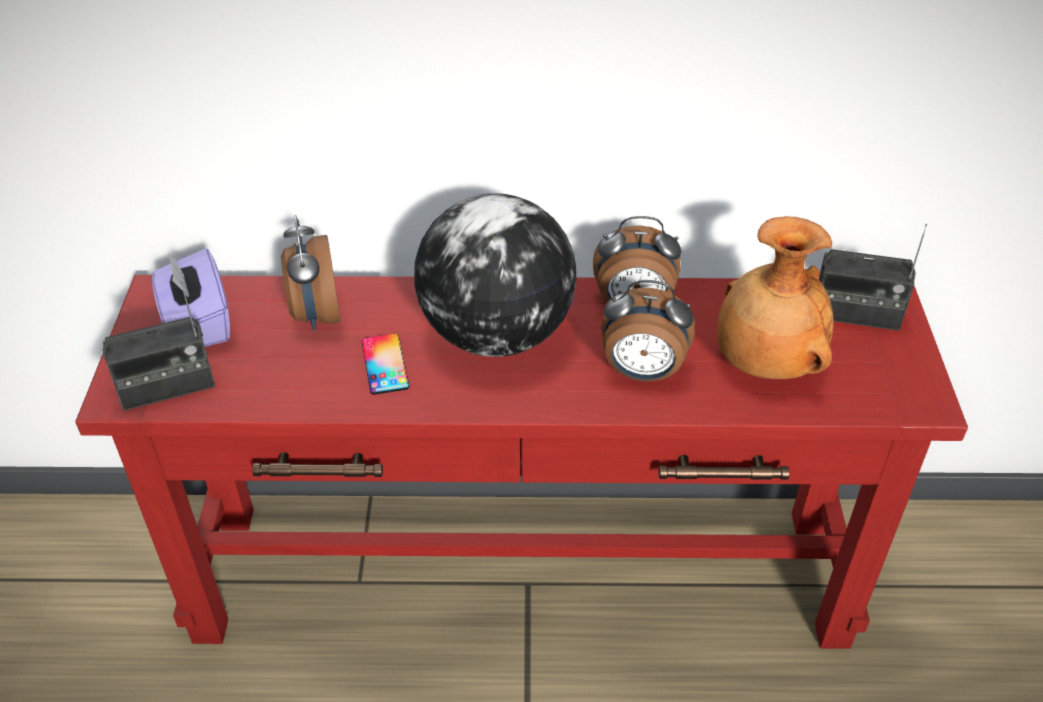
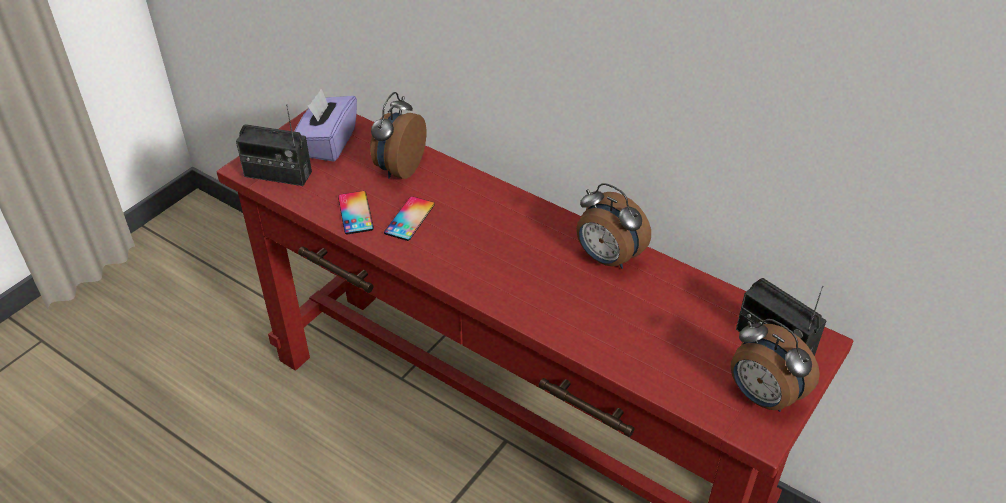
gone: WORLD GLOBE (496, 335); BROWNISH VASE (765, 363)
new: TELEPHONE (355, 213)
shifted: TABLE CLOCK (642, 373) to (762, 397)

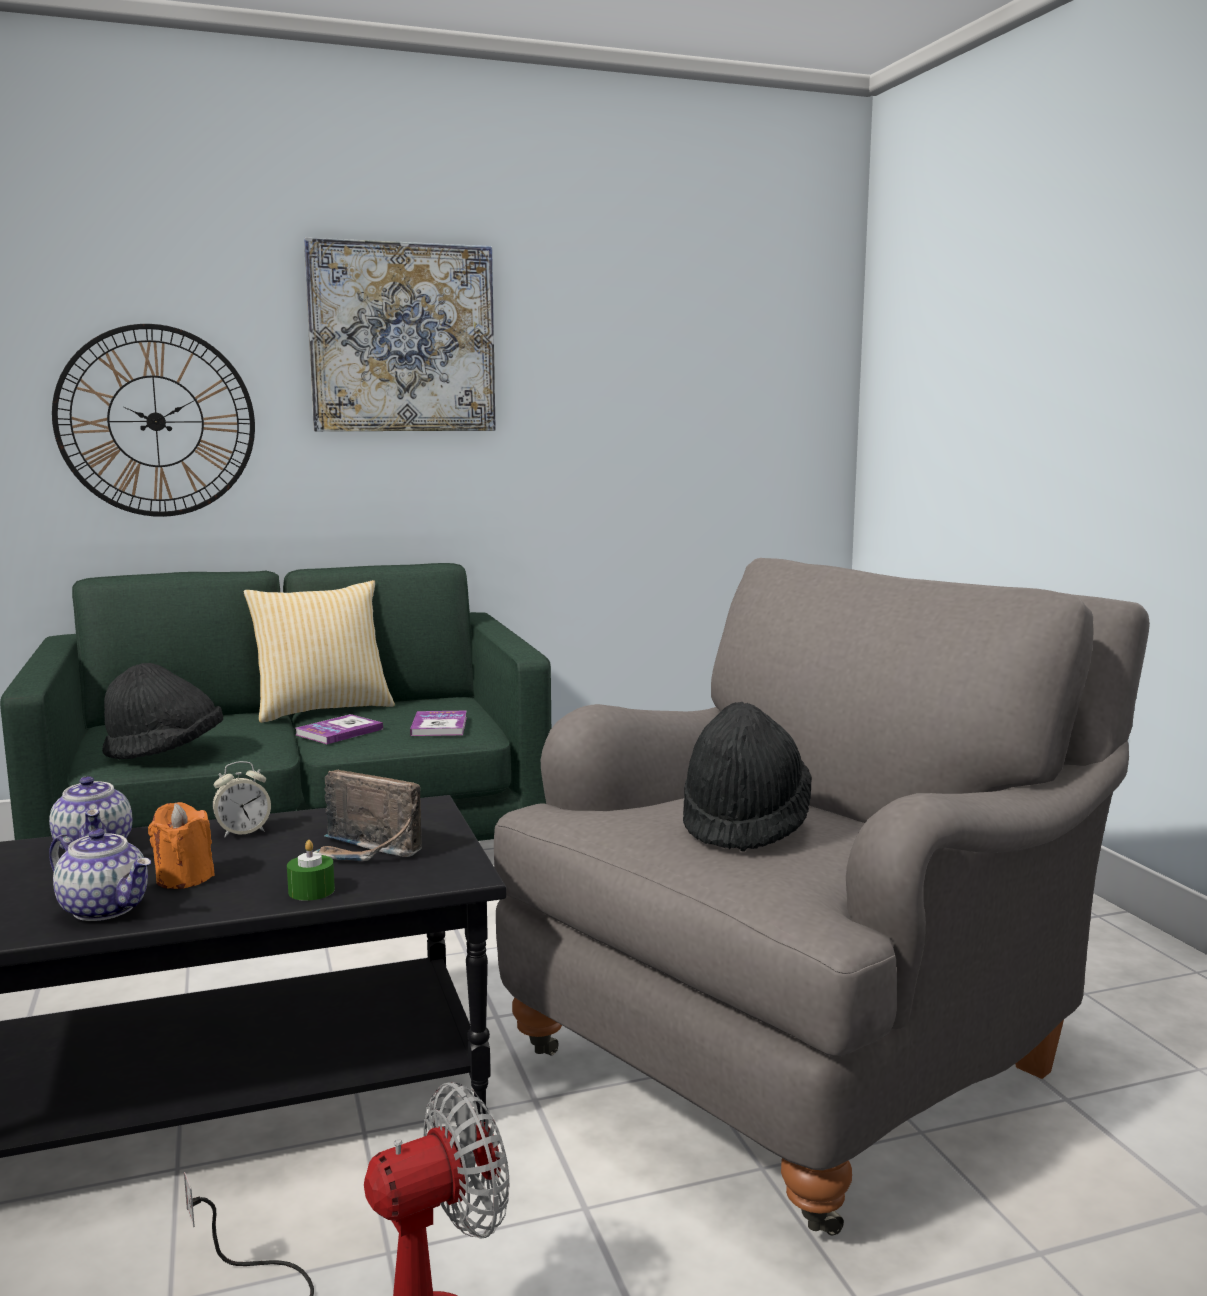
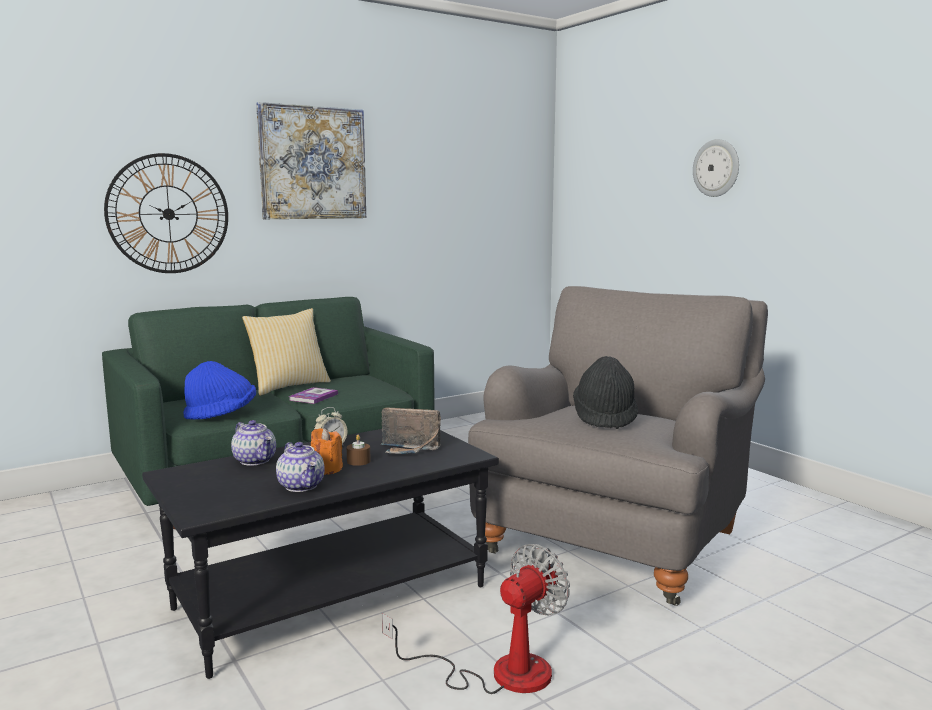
gone: VOLUME (439, 726); GREEN-COLOURED WAX CANDLE (311, 891)
new: CLOCK ON THE WALL (716, 168); BROWNISH WAX CANDLE (358, 461)
repainted: BLACK-COLOURED HAT (165, 753) to BLUE HAT (221, 415)
rotated: POT FOR TEA (106, 908) = (302, 486) 45 degrees clockwise

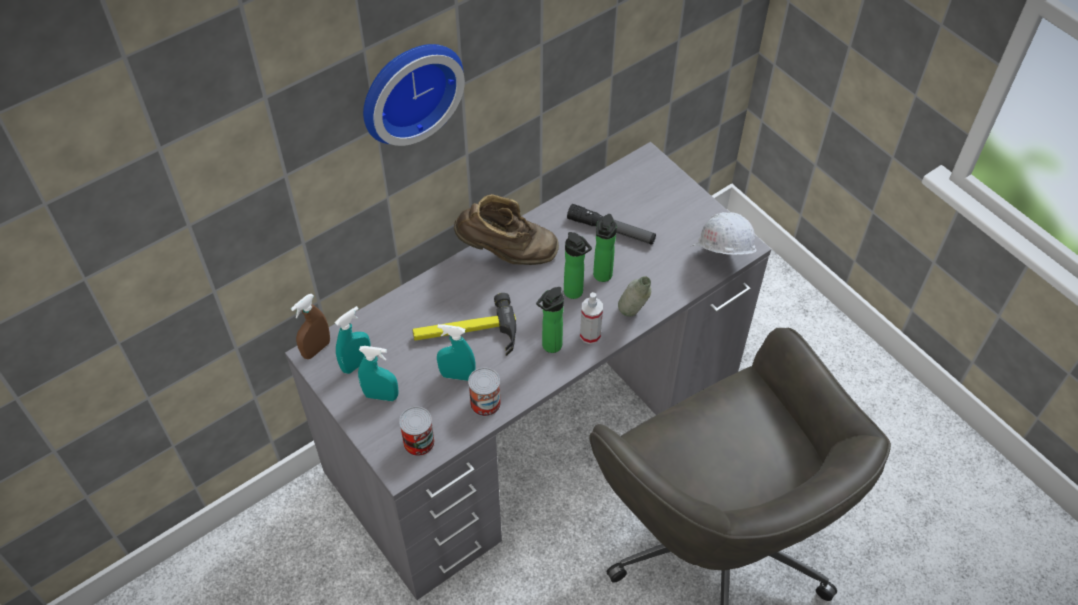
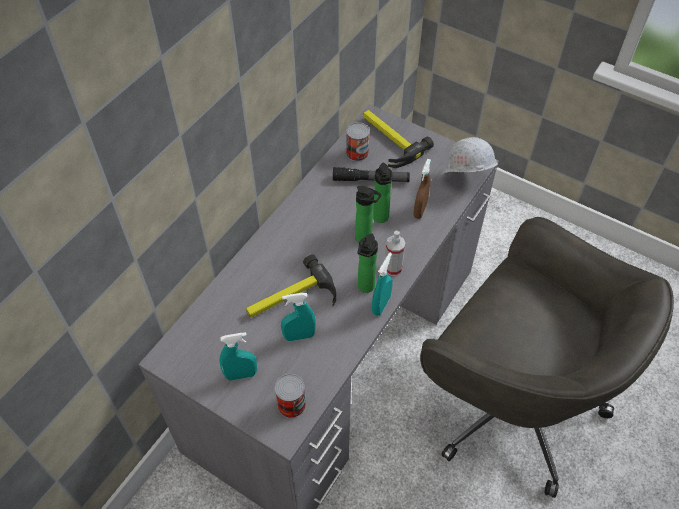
gone: CLOCK ON THE WALL (408, 89); BROWNISH HIGH-TOP BOOT (507, 254); GREY BEVERAGE BOTTLE (632, 318)
new: HAMMER (388, 140)
shifted: BROWNISH SPRAYER (316, 349) to (420, 210); TURQUOISE SPRAYER (356, 364) to (381, 305); CAN (485, 403) to (357, 153)

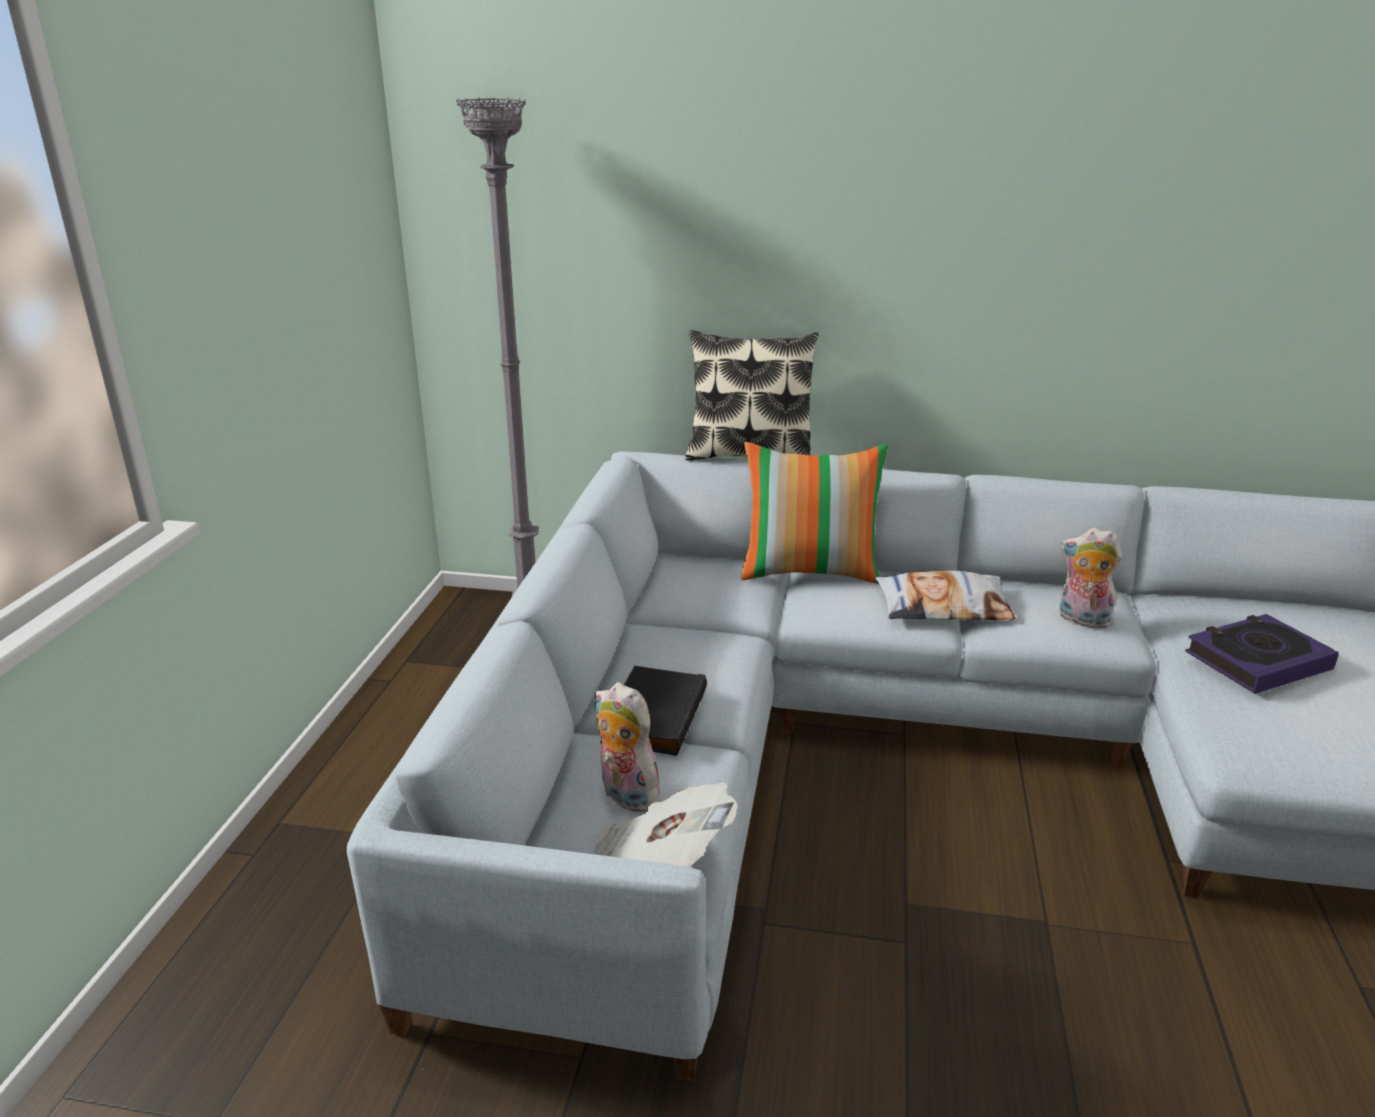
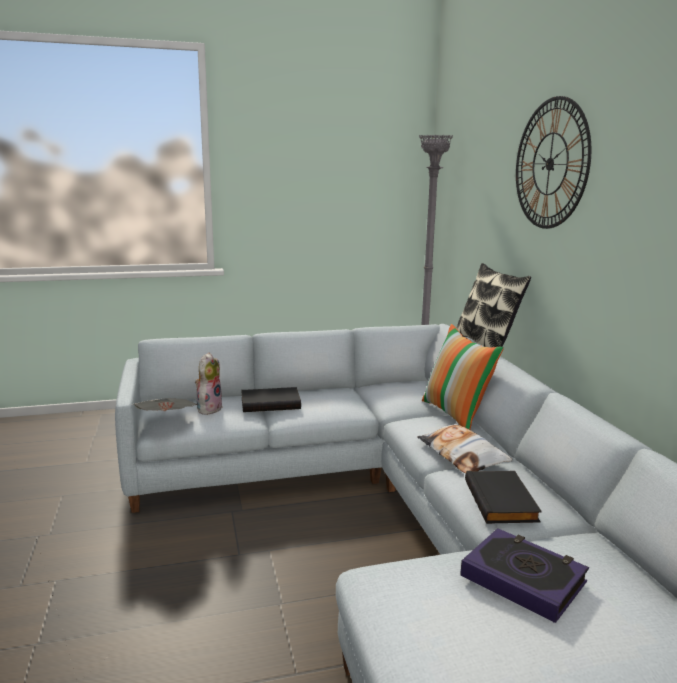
new: CLOCK ON THE WALL (550, 164)
swapped: CUDDLY TOY (1082, 620) to BLACK-COLOURED VOLUME (502, 501)

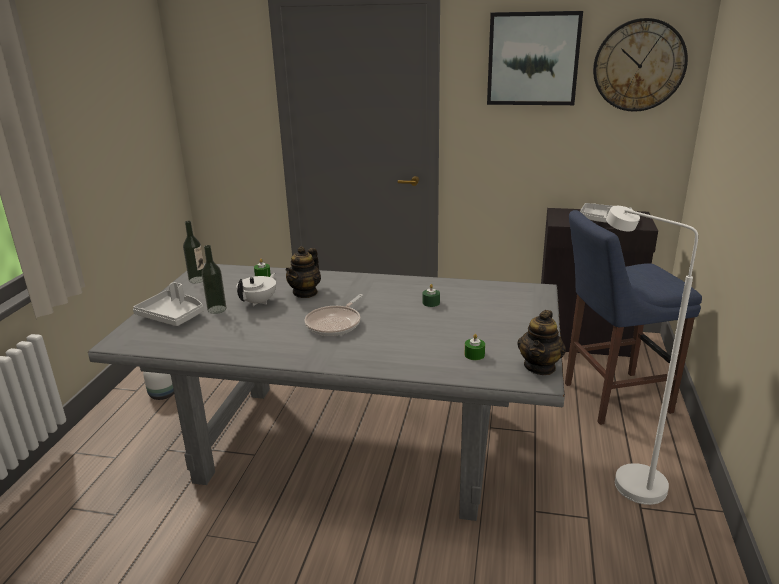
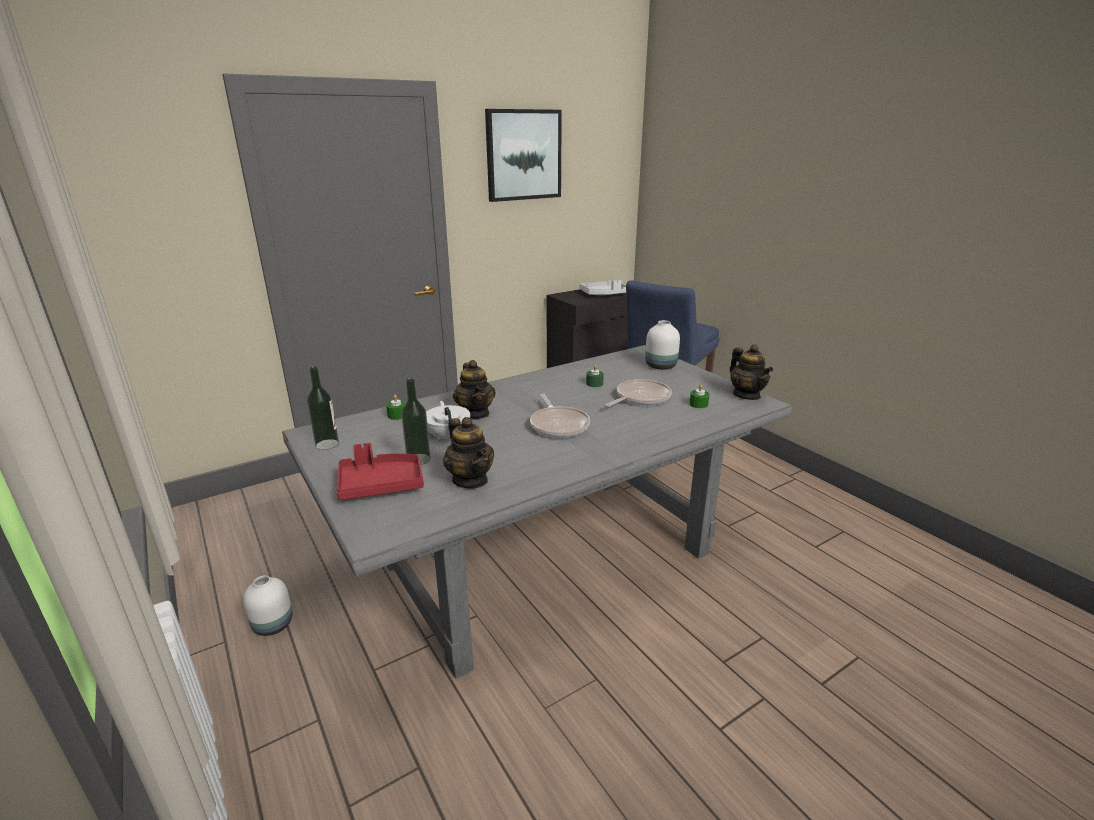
gone: CLOCK ON THE WALL (639, 65); WHITISH STANDARD LAMP (626, 480)
new: WHITISH VASE (661, 366); SKILLET (640, 398); POT FOR TEA (470, 480)
repainted: GREY CARRYING TRAY (172, 316) to RED CARRYING TRAY (380, 485)

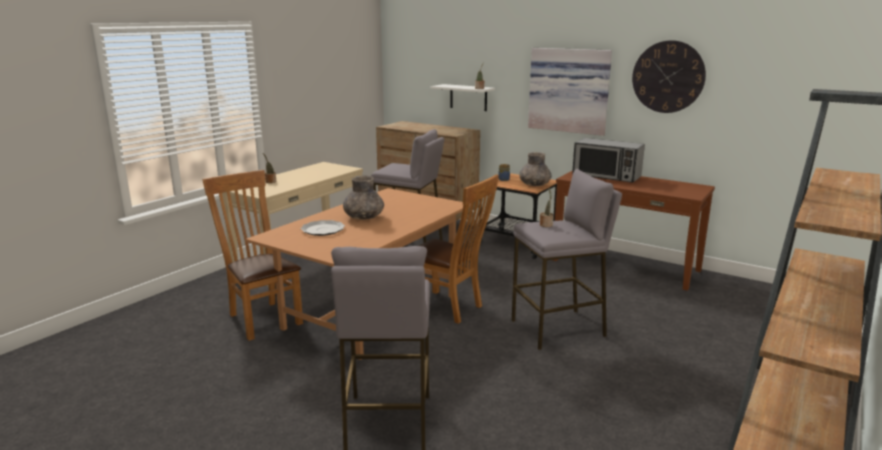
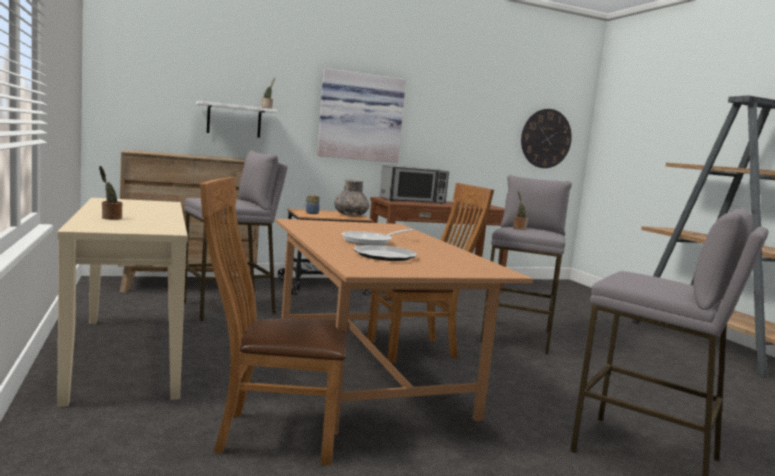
shifted: CLOCK ON THE WALL (668, 77) to (546, 138)
swapped: GREY VASE (363, 217) to SKILLET (371, 242)

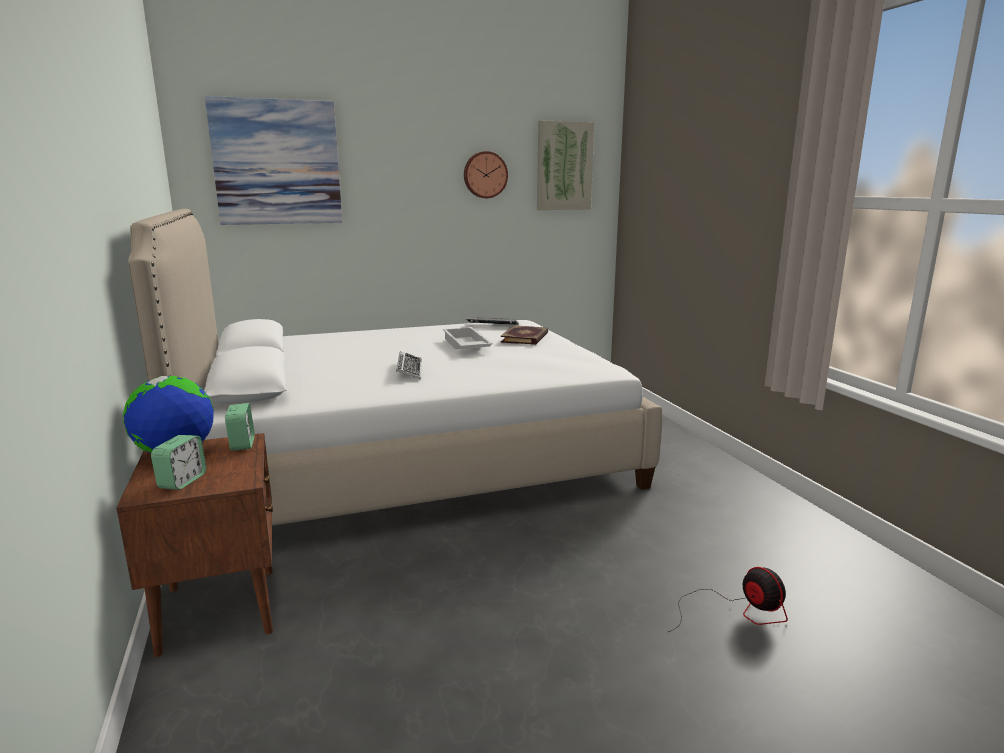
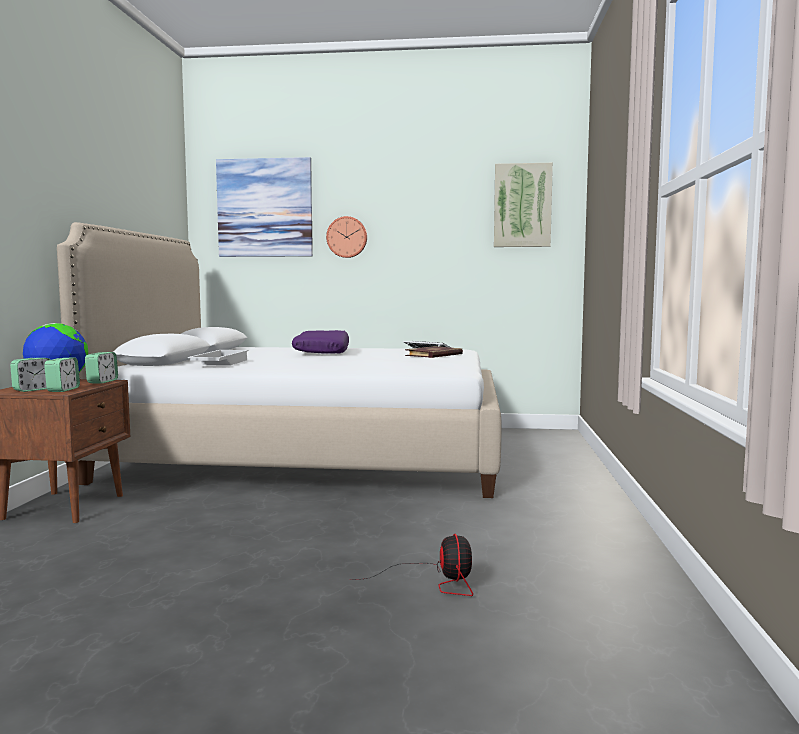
gone: PC KEYBOARD (409, 369)
new: PURPLISH PILLOW (321, 353); TABLE CLOCK (63, 390)
shifted: CLOCK ON THE WALL (485, 175) to (347, 237); WHITISH CARRYING TRAY (465, 346) to (219, 363)

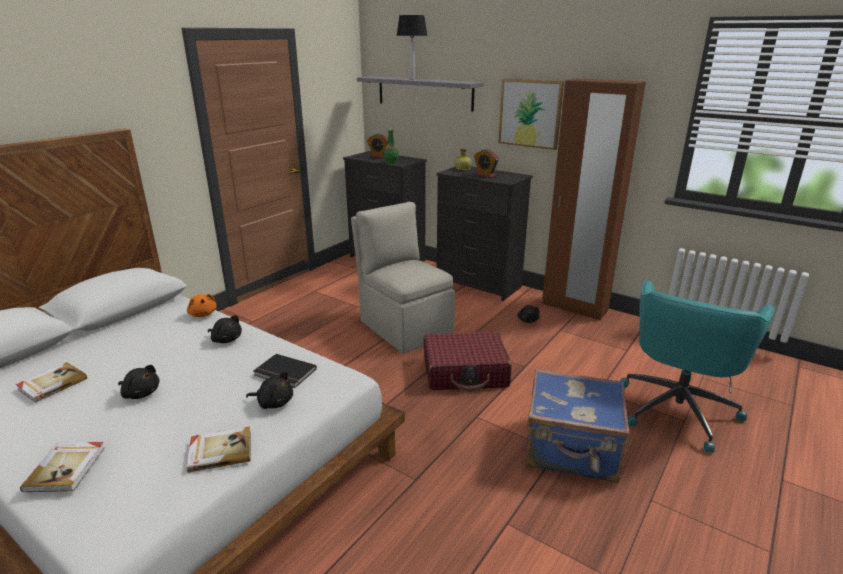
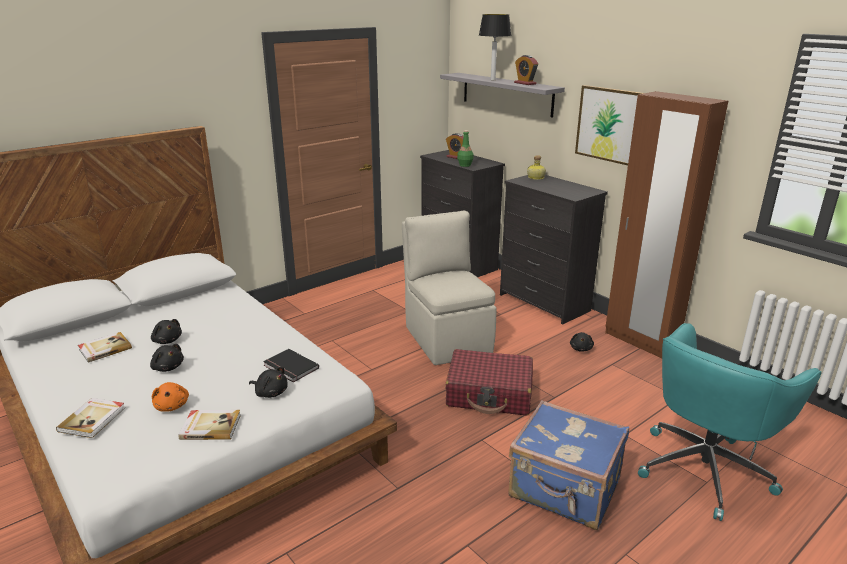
shifted: TABLE CLOCK (485, 175) to (525, 83); ORANGE CUDDLY TOY (203, 314) to (172, 406); BLACK-COLOURED CUDDLY TOY (226, 339) to (167, 340)

